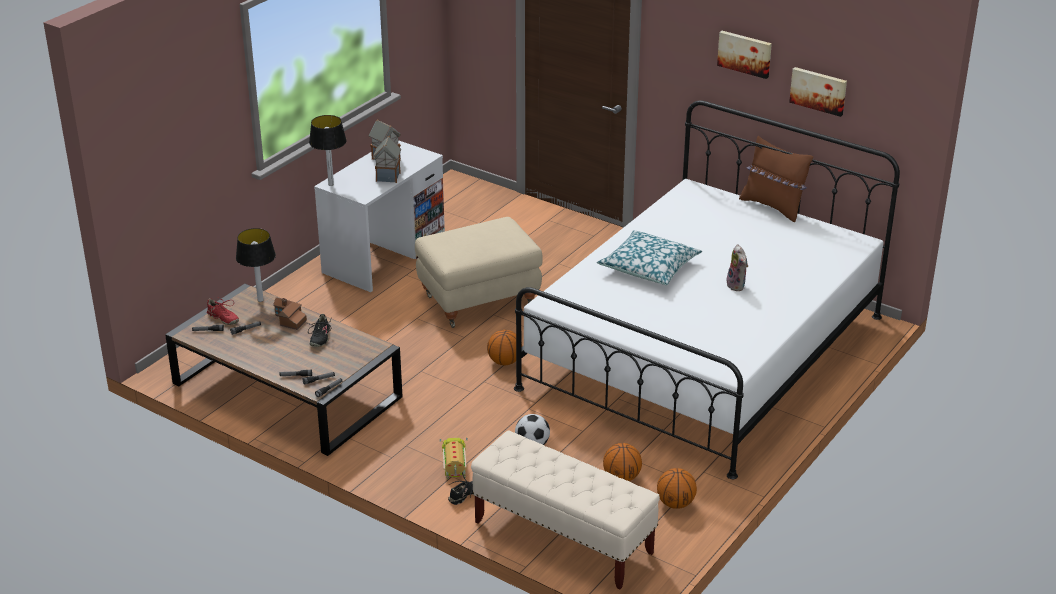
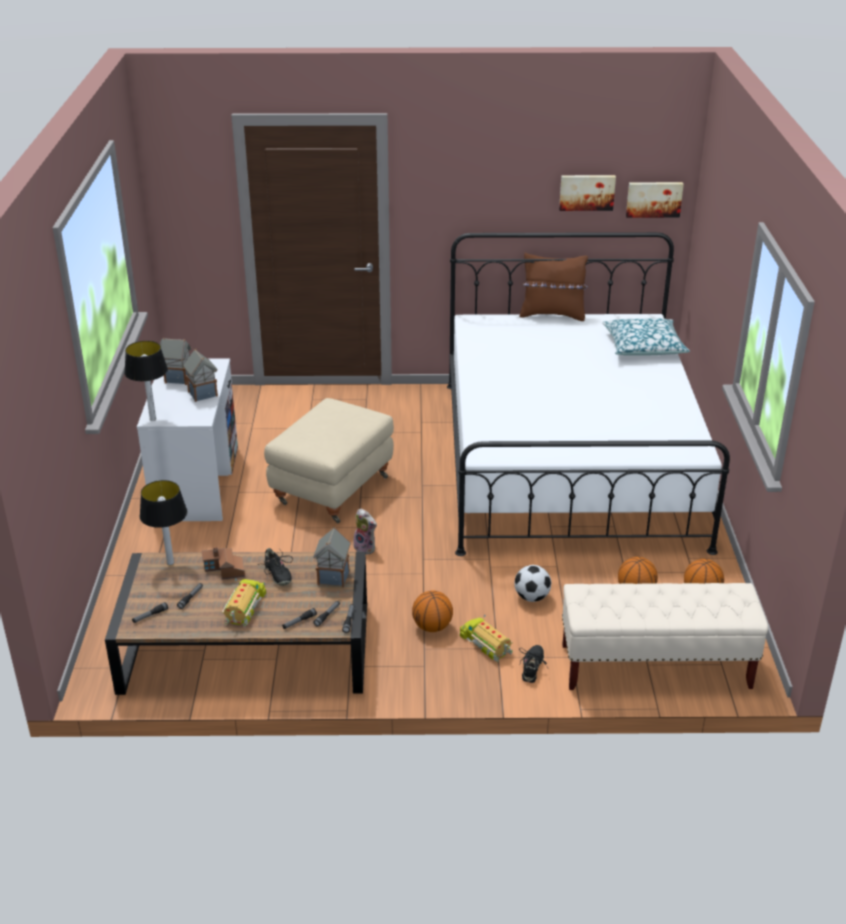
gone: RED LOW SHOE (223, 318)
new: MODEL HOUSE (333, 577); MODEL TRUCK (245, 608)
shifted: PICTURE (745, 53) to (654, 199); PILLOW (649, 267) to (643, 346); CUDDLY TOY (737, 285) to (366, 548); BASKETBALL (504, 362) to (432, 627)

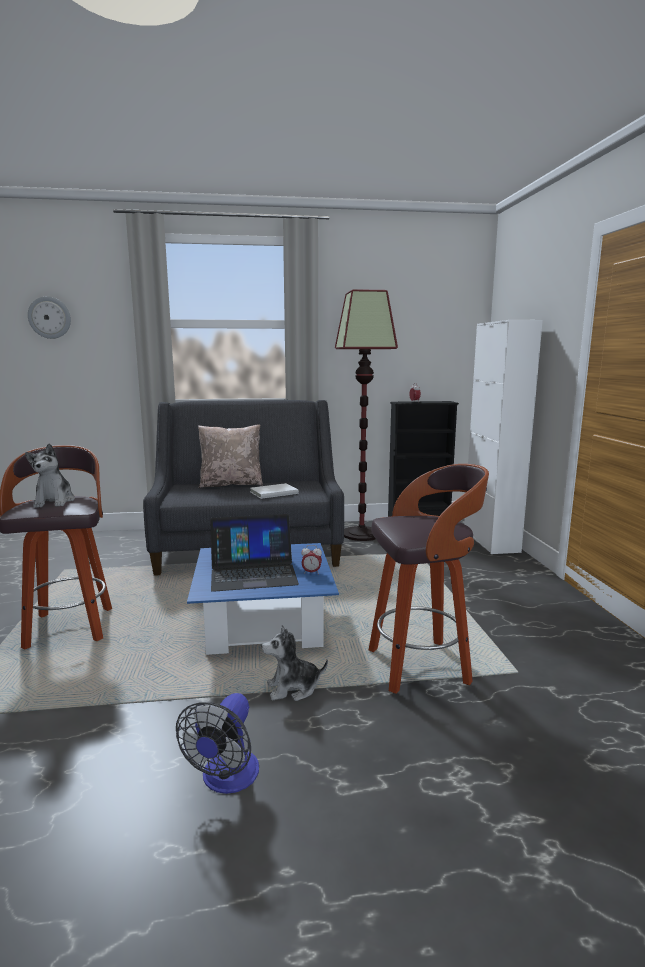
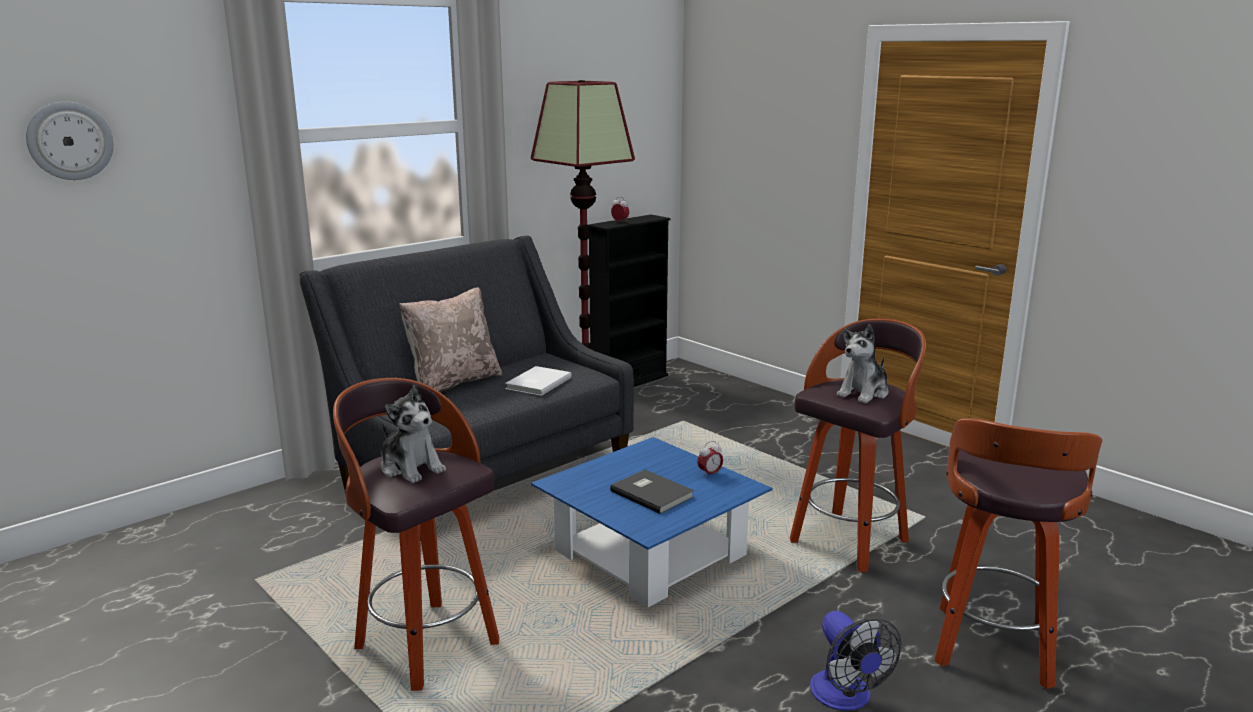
gone: WHITISH CABINET (490, 541)
new: STOOL (993, 649)
shifted: CUDDLY TOY (293, 688) to (863, 393)
swapped: PORTABLE COMPUTER (253, 572) to GREY VOLUME (652, 493)

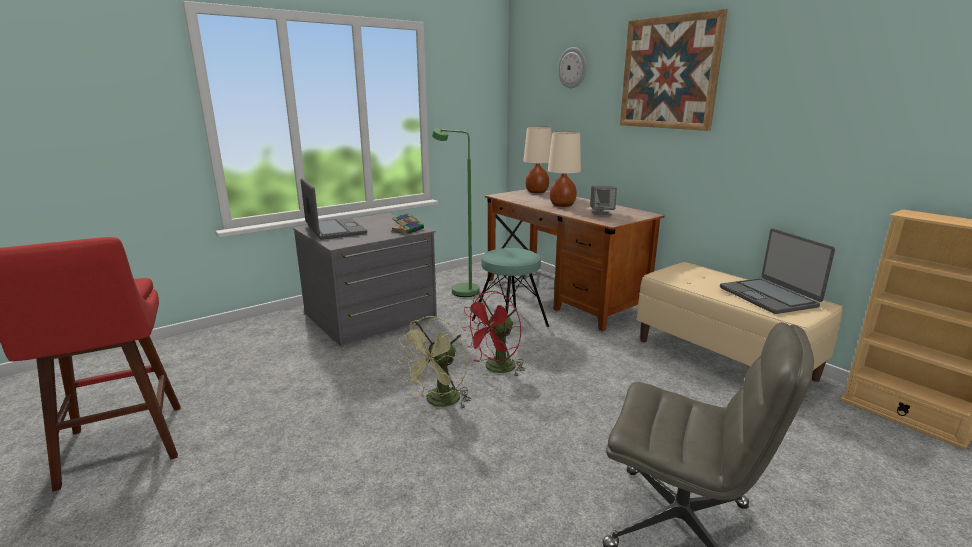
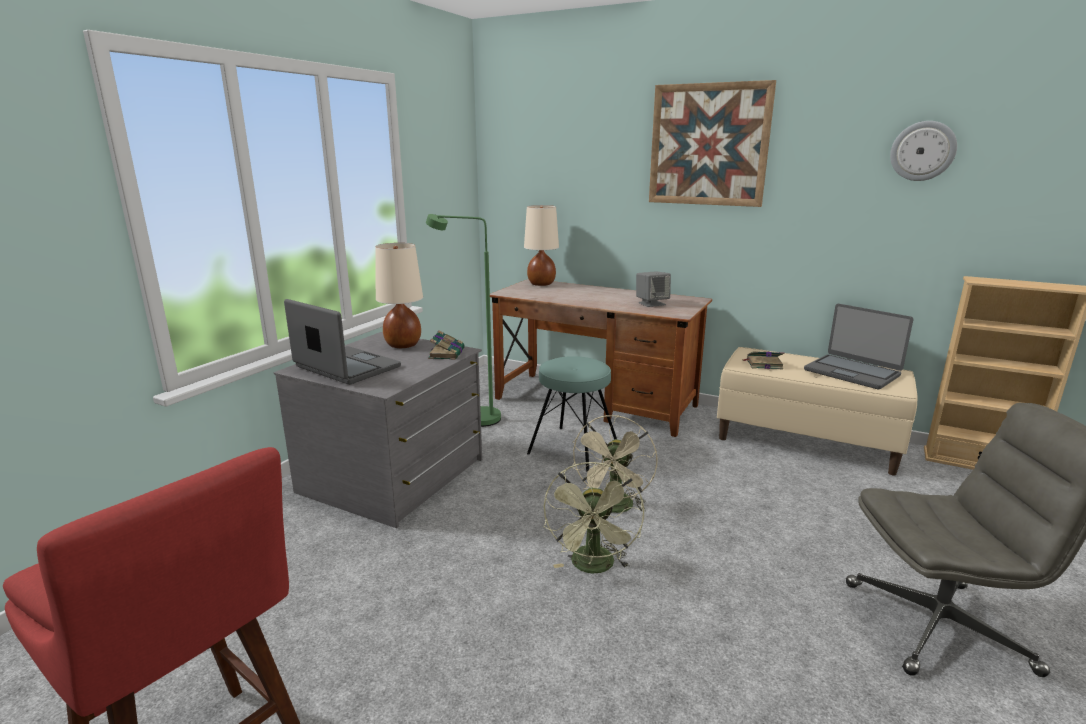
new: VOLUME (763, 364)
shifted: CLOCK ON THE WALL (572, 68) to (922, 151); BEIGE-COLOURED LAMP FOR A TABLE (562, 205) to (402, 345)
repainted: RED ELECTRIC FAN (496, 369) to BEIGE-COLOURED ELECTRIC FAN (614, 508)

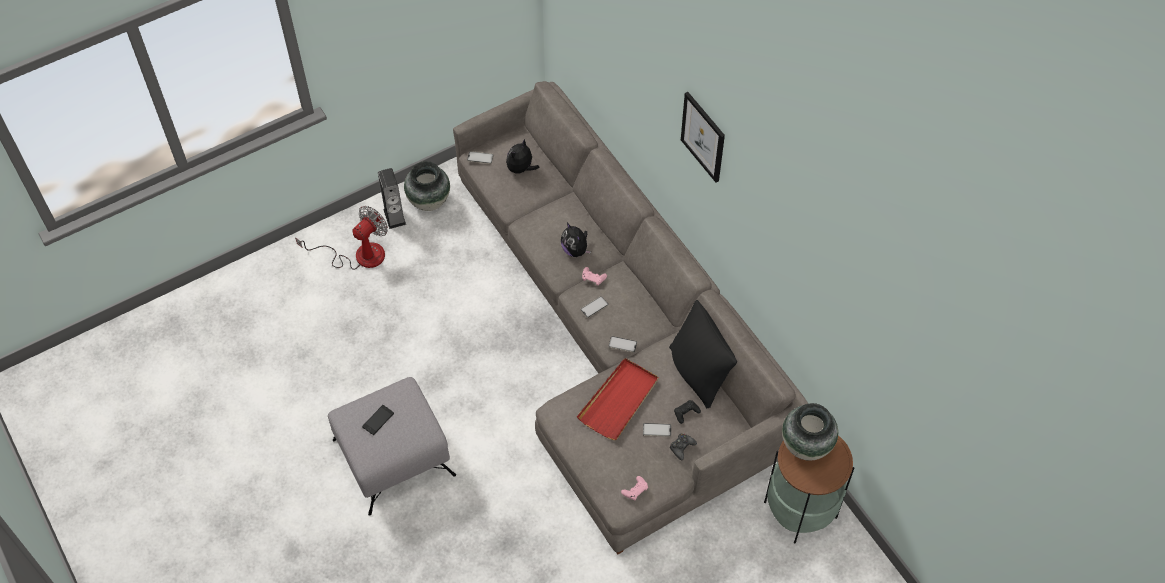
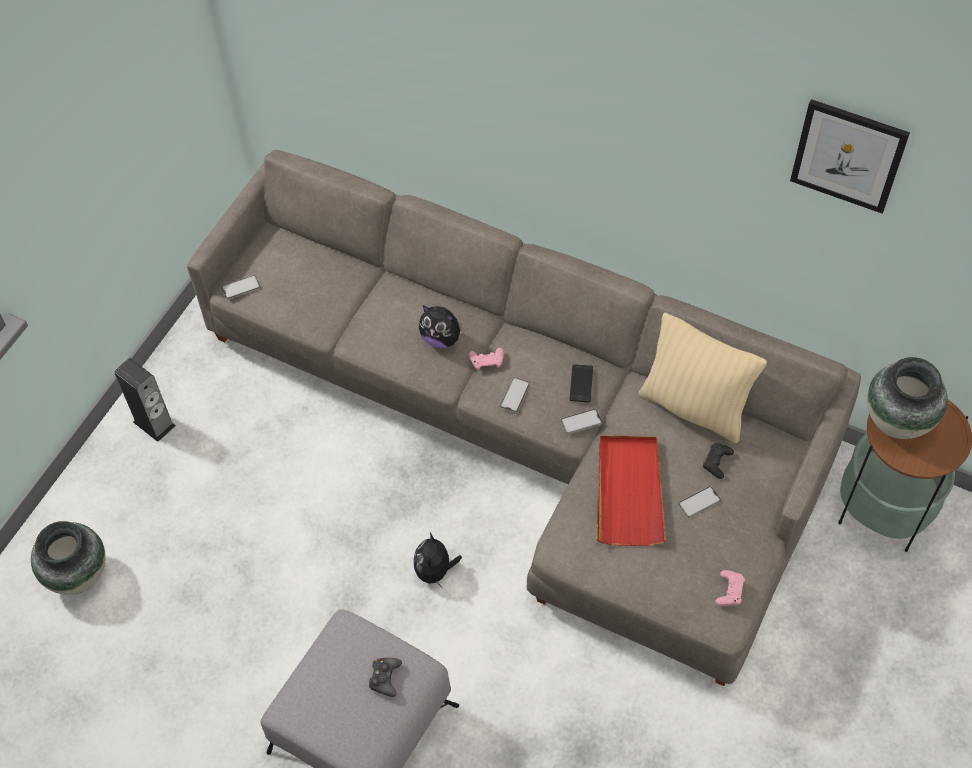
gone: ELECTRIC FAN (359, 255)
shifted: PICTURE (703, 136) to (848, 155); CUDDLY TOY (521, 169) to (435, 571); VASE (429, 201) to (79, 574); TELEPHONE (378, 420) to (581, 383); BLACK-COLOURED GAMEPAD (681, 447) to (385, 678)
repainted: BLACK-COLOURED PILLOW (698, 373) to BEIGE-COLOURED PILLOW (694, 407)

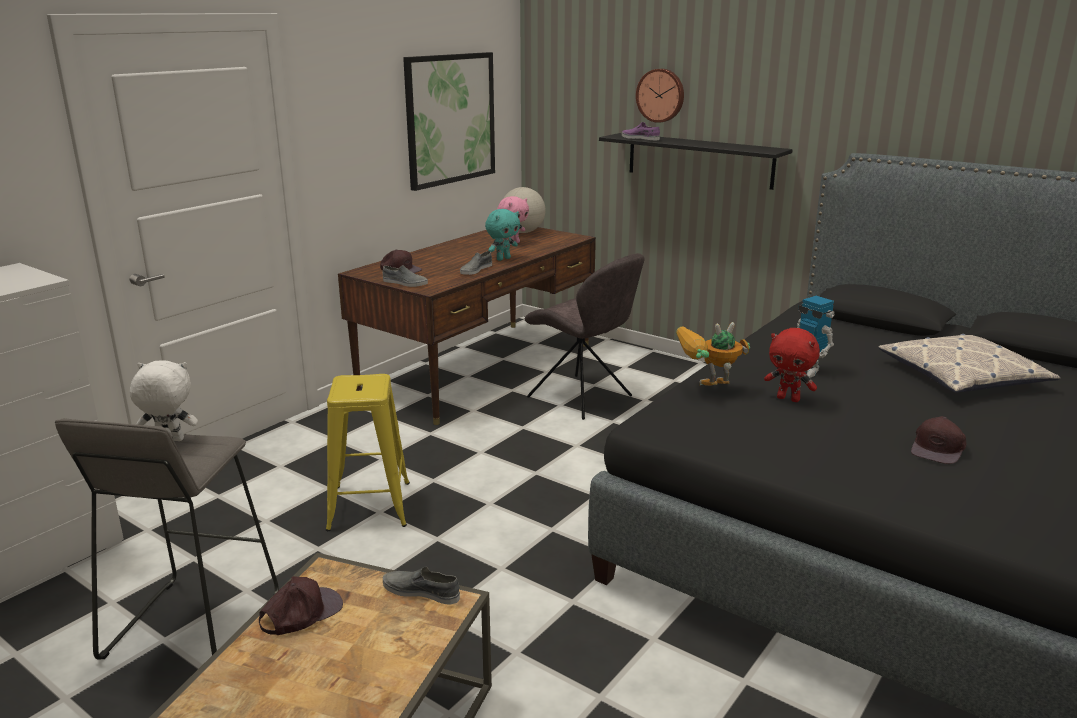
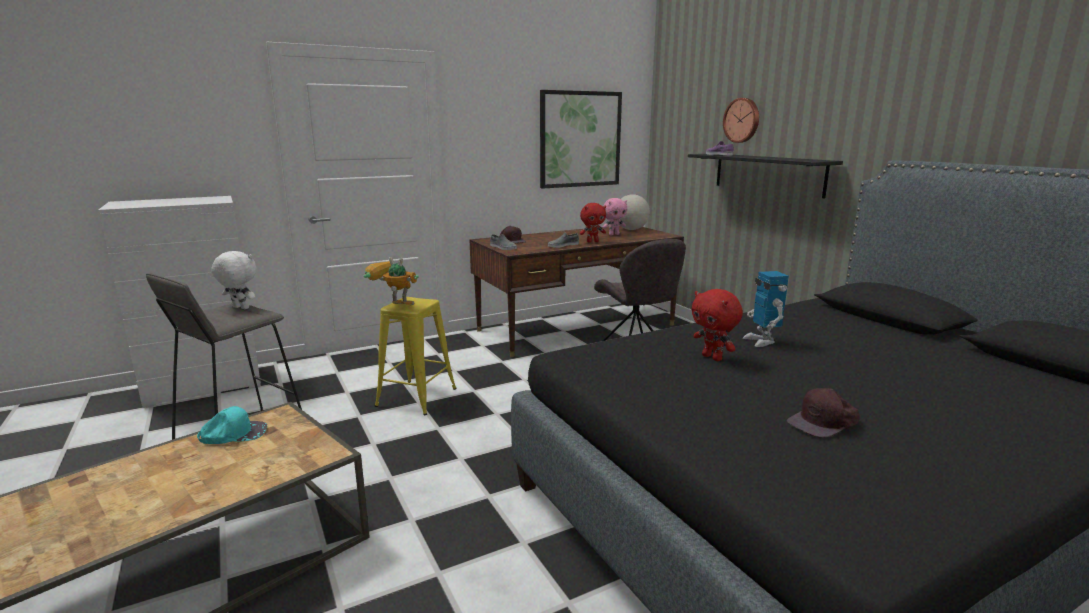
gone: PILLOW (962, 376); GREY LOW SHOE (421, 591)
shifted: ROBOT FIGURE (706, 390) to (392, 306)
repainted: TURQUOISE CUDDLY TOY (503, 259) to RED CUDDLY TOY (592, 242); BROWNISH BASEBALL CAP (301, 612) to TURQUOISE BASEBALL CAP (233, 434)

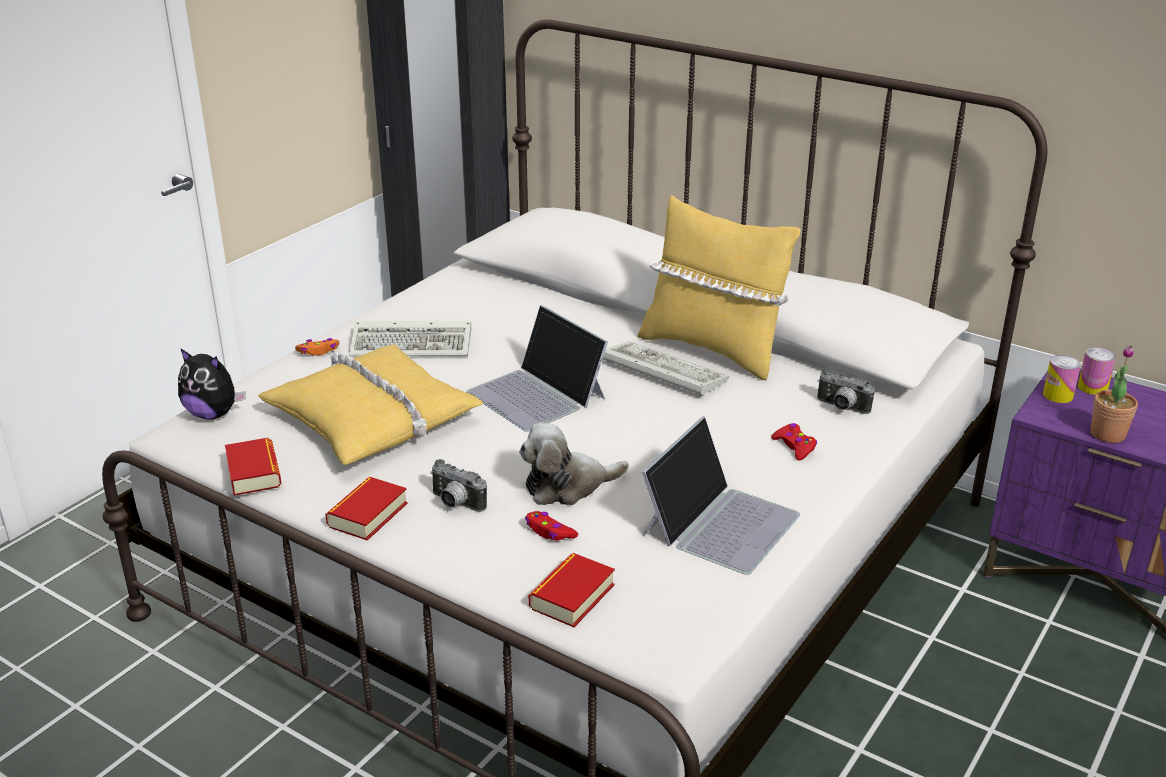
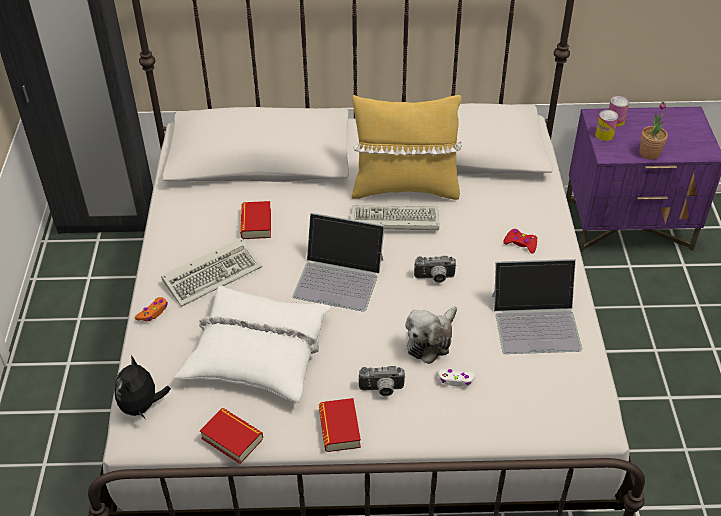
shifted: PHOTO CAMERA (841, 408) to (435, 278); VOLUME (572, 596) to (256, 224)
repainted: YELLOWISH PILLOW (373, 419) to WHITISH PILLOW (257, 351); RED GAMEPAD (549, 532) to WHITISH GAMEPAD (456, 380)
rotated: CUDDLY TOY (213, 414) = (142, 406) 105 degrees clockwise; PORTABLE COMPUTER (720, 523) = (536, 321) 90 degrees clockwise

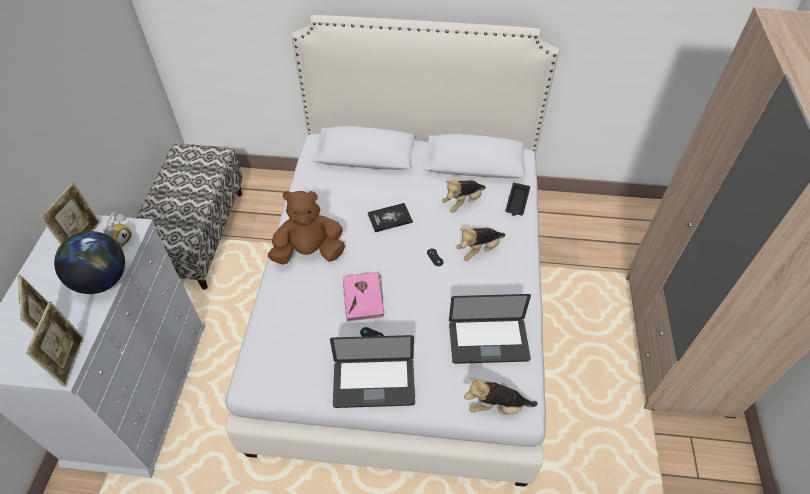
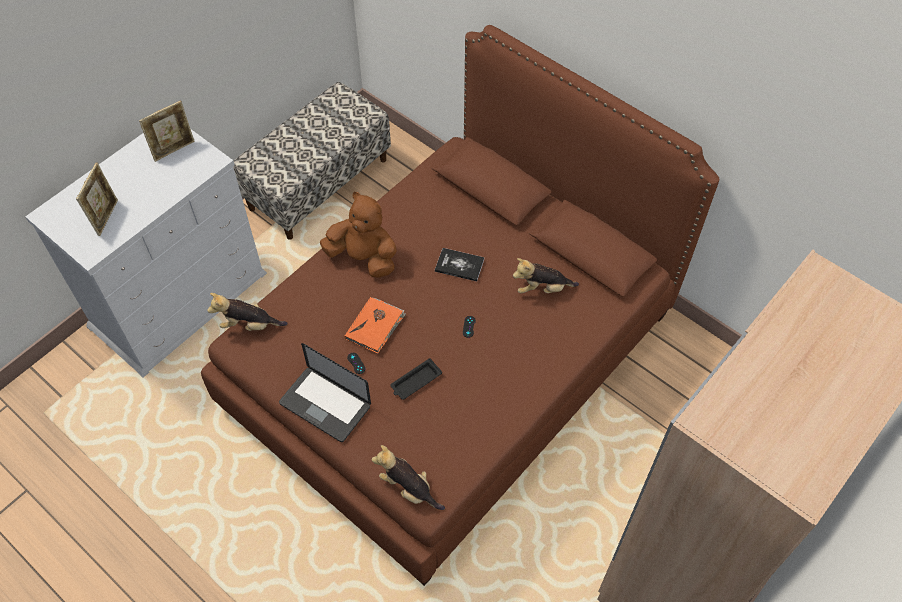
gone: TABLE CLOCK (121, 239); WORLD GLOBE (102, 280); PORTABLE COMPUTER (488, 342); PHOTO FRAME (71, 360)
shifted: BLACK-COLOURED CARRYING TRAY (517, 202) to (415, 381); CUDDLY TOY (479, 250) to (249, 325)
repainted: WHITISH SLEEPING BED (404, 305) to BROWNISH SLEEPING BED (450, 359); PINK-COLOURED VOLUME (364, 297) to ORANGE VOLUME (375, 326)

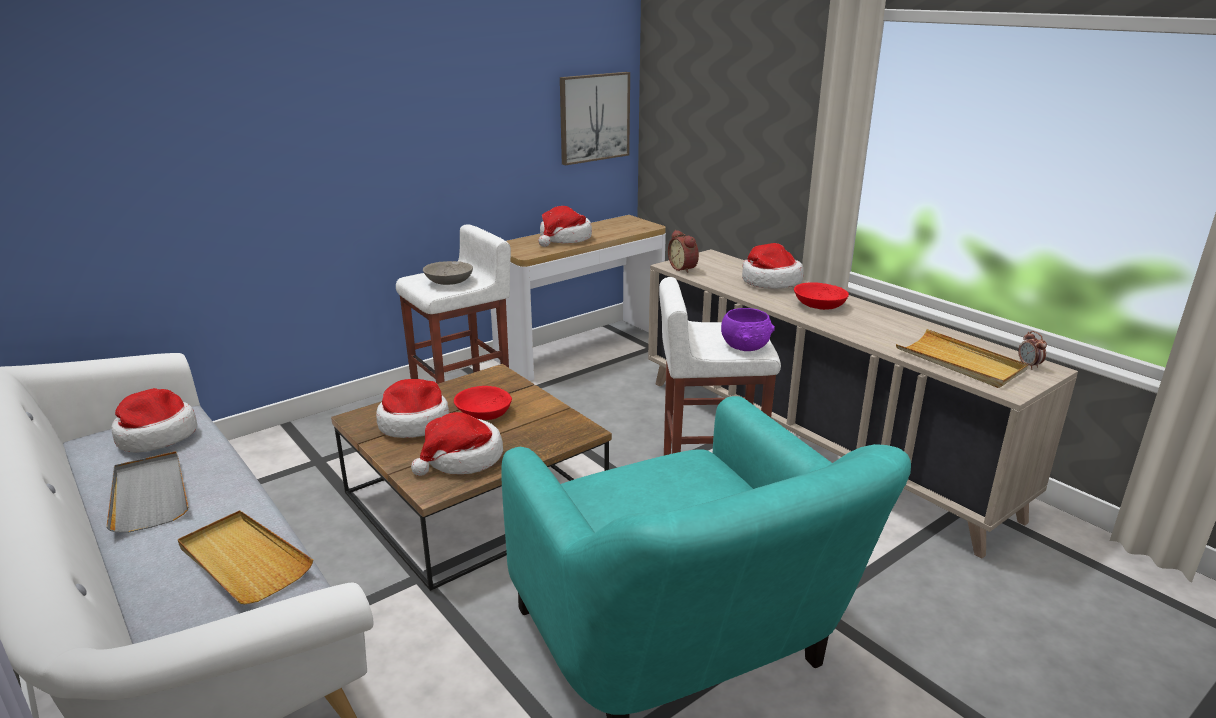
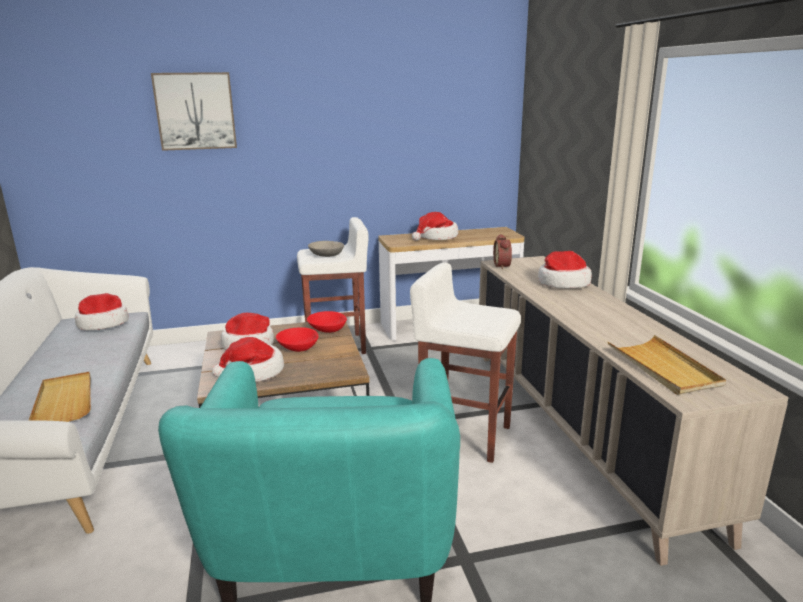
gone: PURPLISH SERVING BOWL (745, 346); TABLE CLOCK (1029, 365); GREY CARRYING TRAY (149, 494)
shifted: PICTURE (594, 117) to (195, 111); RED SERVING BOWL (819, 305) to (327, 329)

